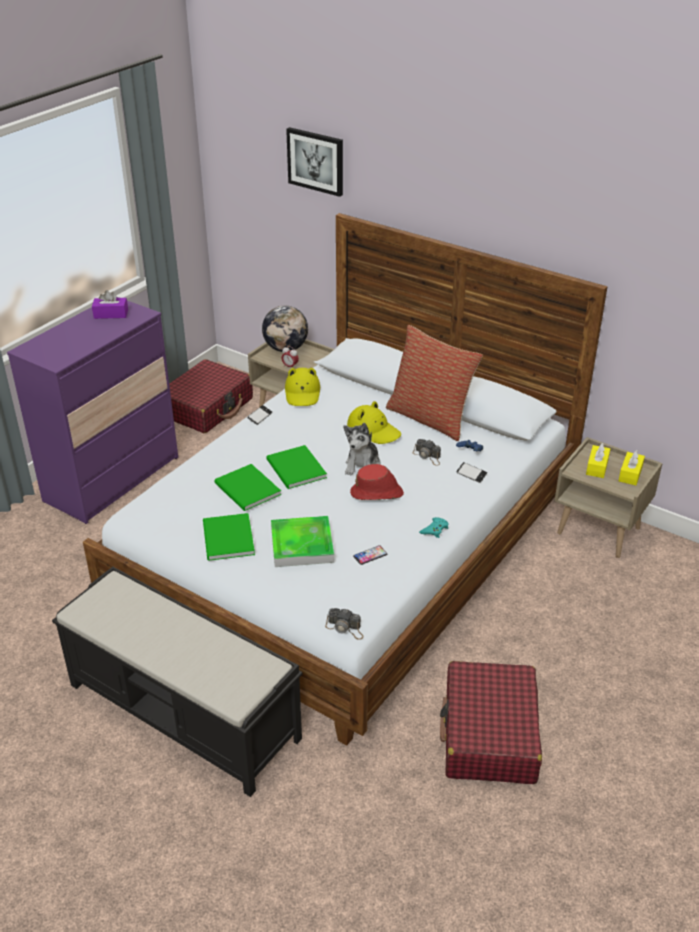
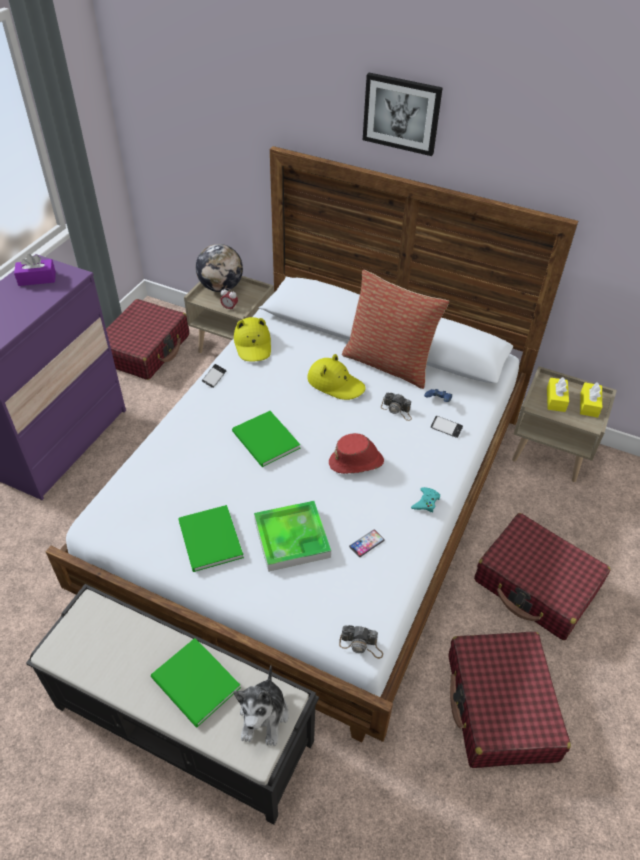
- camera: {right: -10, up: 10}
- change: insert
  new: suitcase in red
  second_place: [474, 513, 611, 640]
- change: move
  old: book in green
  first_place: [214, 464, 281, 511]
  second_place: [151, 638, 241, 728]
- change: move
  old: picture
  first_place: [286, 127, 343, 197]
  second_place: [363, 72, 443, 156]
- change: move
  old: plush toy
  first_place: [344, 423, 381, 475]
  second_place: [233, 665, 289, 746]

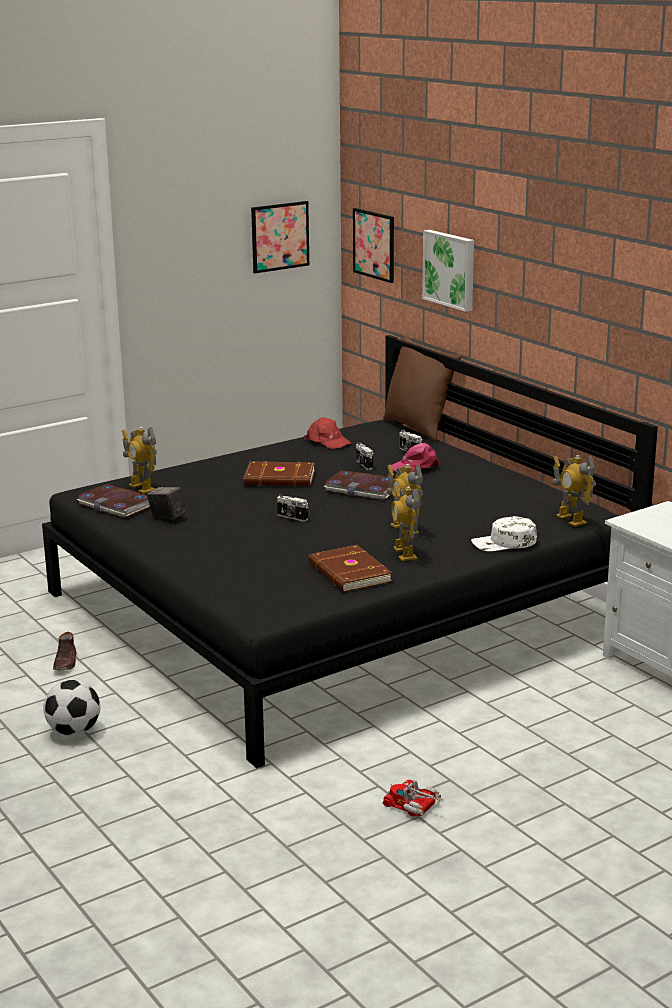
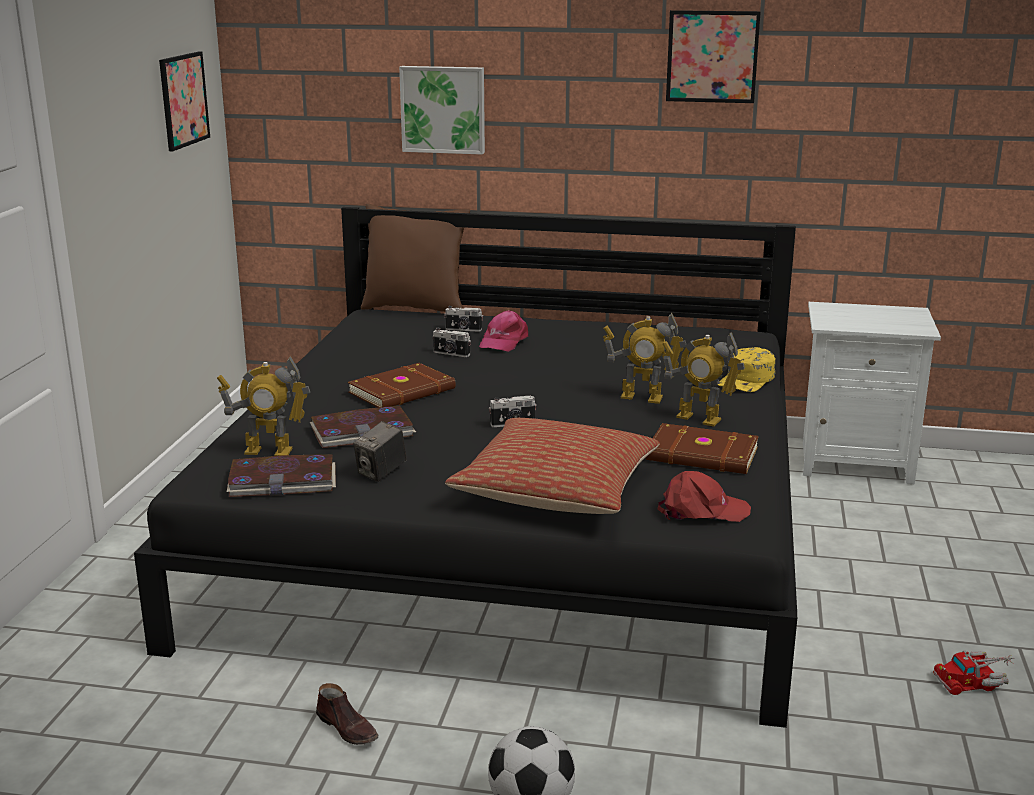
- camera: {right: -45, up: 0}
- change: delete
  old: toy robot
  first_place: [552, 455, 596, 527]
- change: insert
  new: pillow
  second_place: [445, 418, 660, 514]
- change: move
  old: cap in red
  first_place: [304, 417, 351, 449]
  second_place: [658, 471, 751, 522]
- change: move
  old: book
  first_place: [324, 470, 395, 500]
  second_place: [310, 405, 416, 448]
- change: move
  old: picture
  first_place: [353, 208, 394, 283]
  second_place: [666, 10, 761, 103]
- change: recolor
  old: cap in white
  new: cap in yellow
  first_place: [471, 516, 537, 551]
  second_place: [718, 347, 775, 392]
- change: rotate
  old: photo camera
  first_place: [147, 487, 187, 519]
  second_place: [353, 421, 407, 482]
  degrees: -45

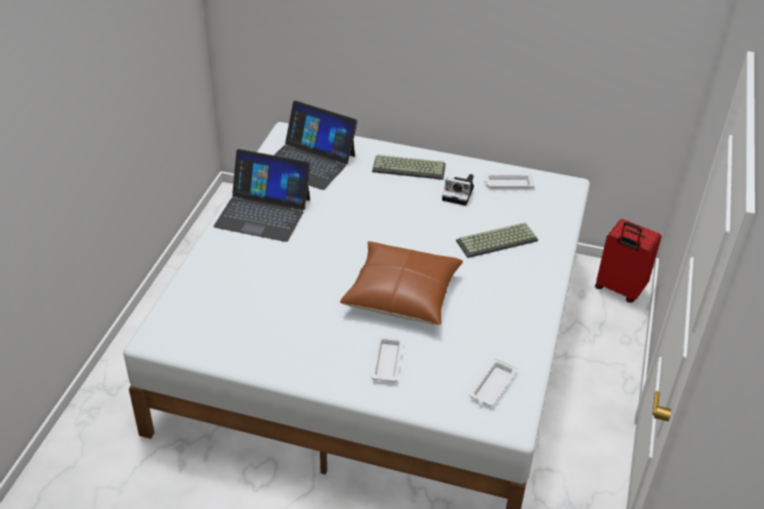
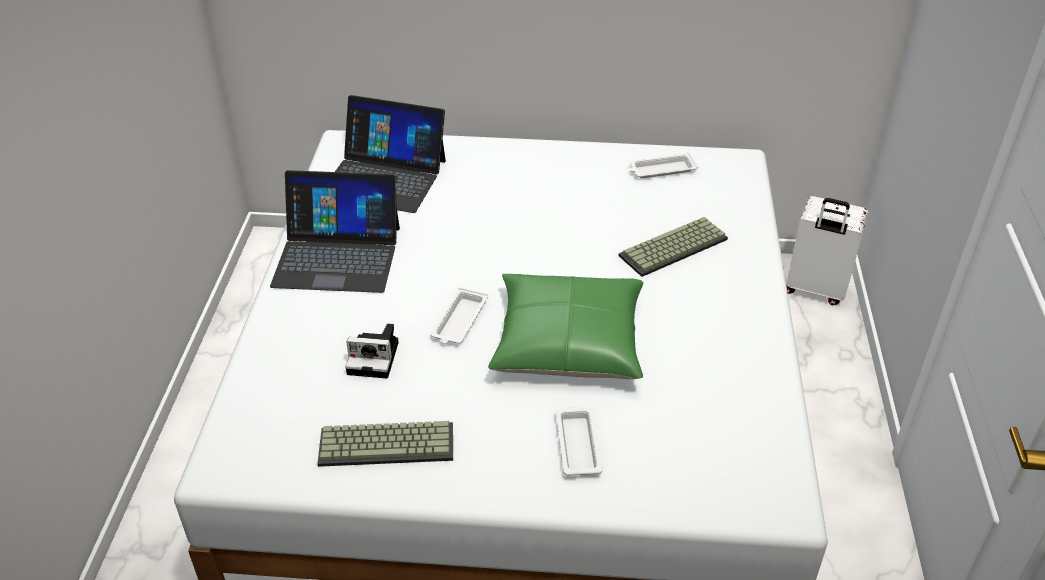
- camera: {right: -10, up: 0}
- change: move
  old: keyboard
  first_place: [372, 155, 446, 180]
  second_place: [317, 421, 453, 467]
- change: move
  old: photo camera
  first_place: [442, 174, 474, 206]
  second_place: [345, 323, 399, 379]
- change: move
  old: tray in white
  first_place: [470, 358, 517, 406]
  second_place: [431, 287, 488, 344]
- change: recolor
  old: pillow in brown
  new: pillow in green
  first_place: [340, 241, 463, 325]
  second_place: [488, 274, 643, 379]
- change: recolor
  old: suitcase in red
  new: suitcase in white
  first_place: [595, 219, 661, 303]
  second_place: [786, 196, 868, 305]

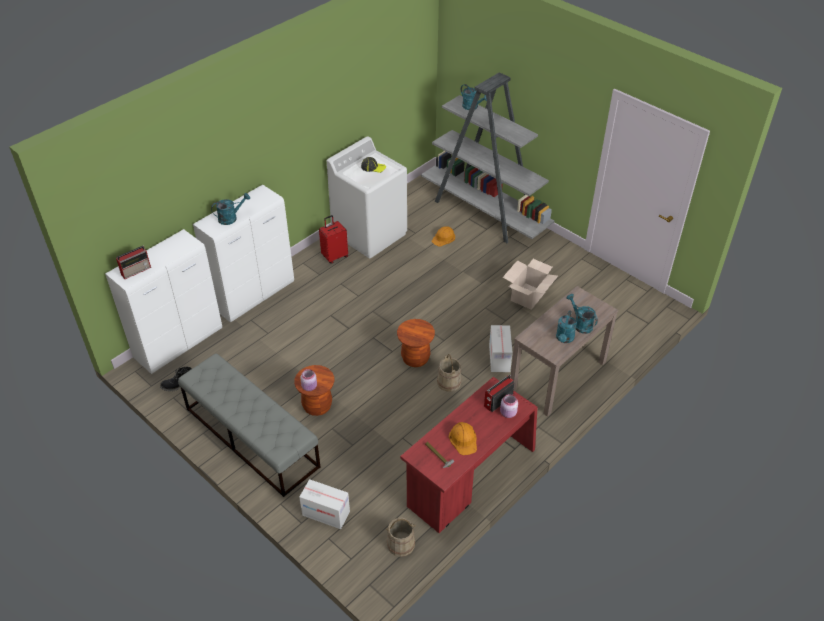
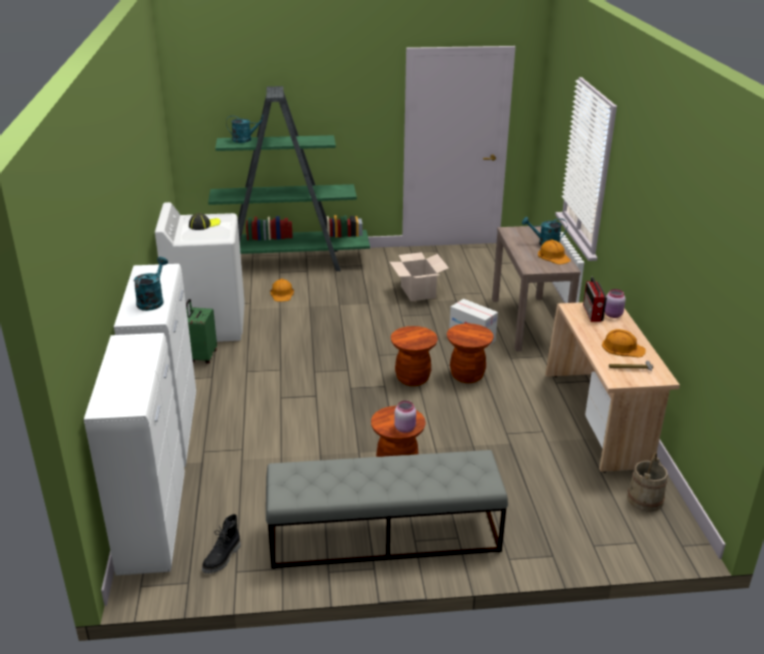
- camera: {right: -50, up: -15}
- change: delete
  old: radio
  first_place: [116, 246, 151, 279]
- change: delete
  old: cardboard box
  first_place: [299, 479, 350, 529]
- change: replace
  old: bucket in beige
  new: stool in brown
  first_place: [437, 354, 461, 392]
  second_place: [447, 323, 494, 383]
- change: replace
  old: watering can in turquoise
  new: hard hat in orange
  first_place: [556, 310, 577, 343]
  second_place: [538, 239, 571, 265]
- change: recolor
  old: suitcase in red
  new: suitcase in green
  first_place: [319, 215, 348, 264]
  second_place: [186, 299, 217, 363]
- change: recolor
  old: desk in red
  new: desk in beige
  first_place: [400, 377, 538, 533]
  second_place: [545, 302, 680, 473]
- change: recolor
  old: bookcase in grey
  new: bookcase in green
  first_place: [421, 72, 554, 243]
  second_place: [208, 86, 370, 271]

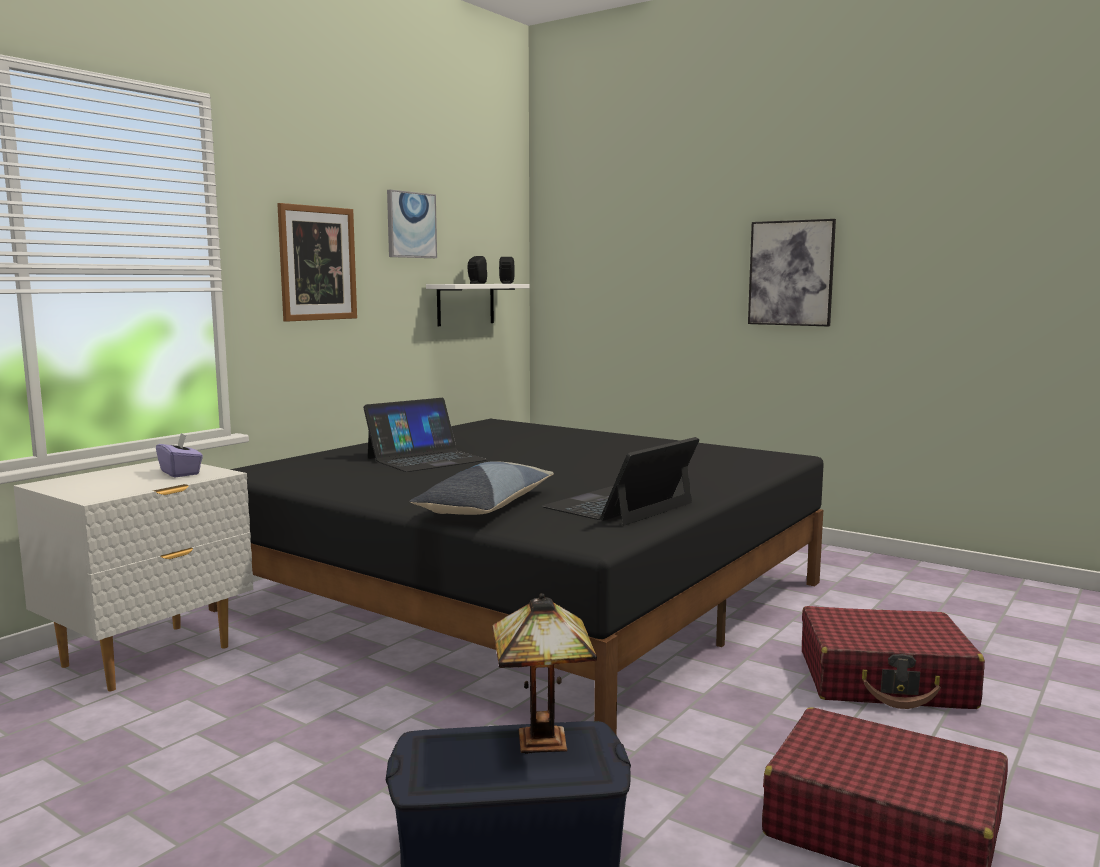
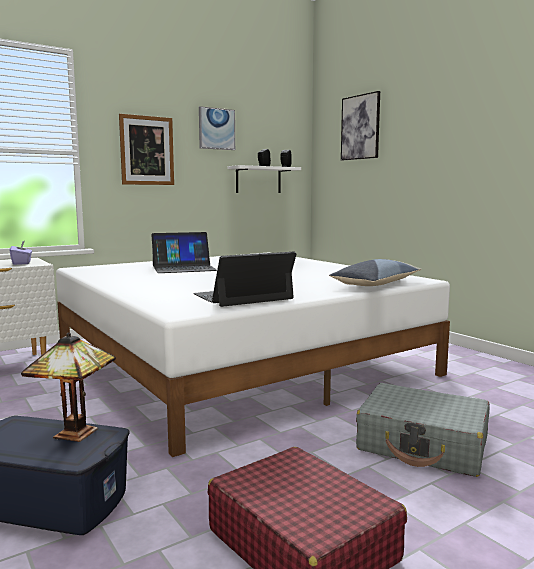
- camera: {right: 20, up: 0}
- change: move
  old: pillow
  first_place: [410, 461, 554, 515]
  second_place: [329, 259, 421, 286]
- change: move
  old: picture
  first_place: [748, 219, 836, 326]
  second_place: [341, 91, 380, 160]
- change: recolor
  old: bed in black
  new: bed in white
  first_place: [209, 419, 824, 736]
  second_place: [56, 252, 450, 457]
- change: recolor
  old: suitcase in red
  new: suitcase in grey
  first_place: [802, 606, 985, 709]
  second_place: [356, 383, 490, 477]

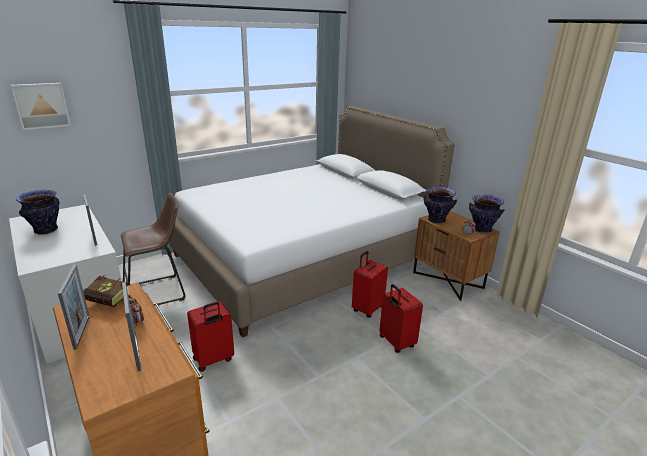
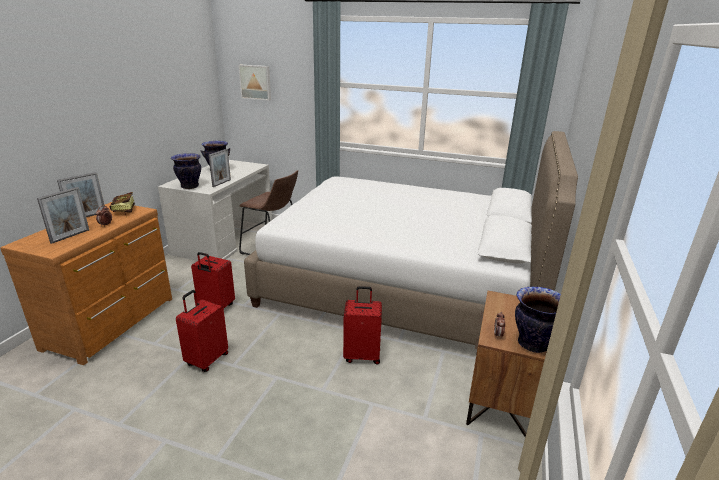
- camera: {right: 55, up: 0}
- change: move
  old: suitcase in red
  first_place: [379, 284, 423, 353]
  second_place: [176, 290, 228, 372]
- change: move
  old: vase
  first_place: [424, 187, 457, 224]
  second_place: [171, 153, 201, 189]

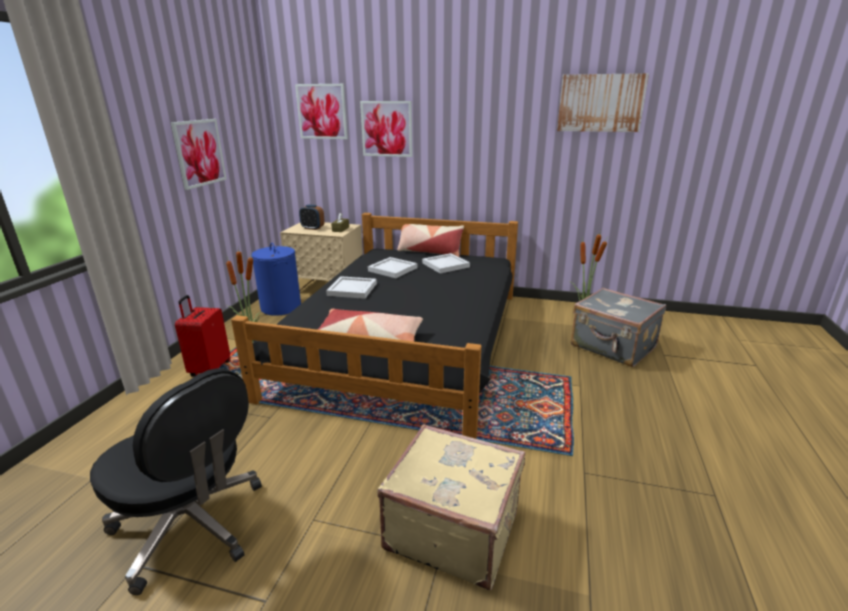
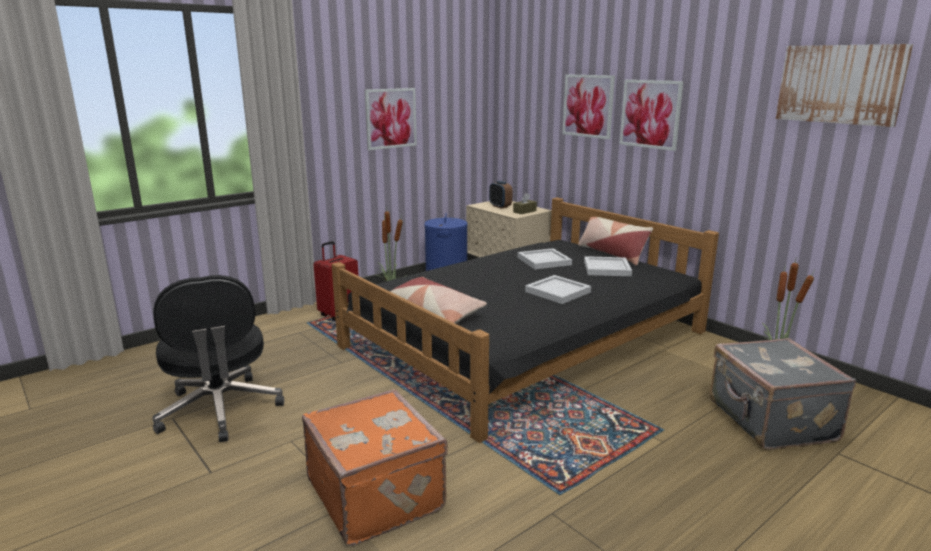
- camera: {right: 35, up: -5}
- change: move
  old: picture
  first_place: [295, 84, 348, 139]
  second_place: [620, 80, 684, 151]
- change: move
  old: tray in white
  first_place: [326, 276, 377, 299]
  second_place: [525, 275, 591, 304]
- change: recolor
  old: suitcase in beige
  new: suitcase in orange
  first_place: [377, 424, 525, 590]
  second_place: [302, 389, 448, 546]

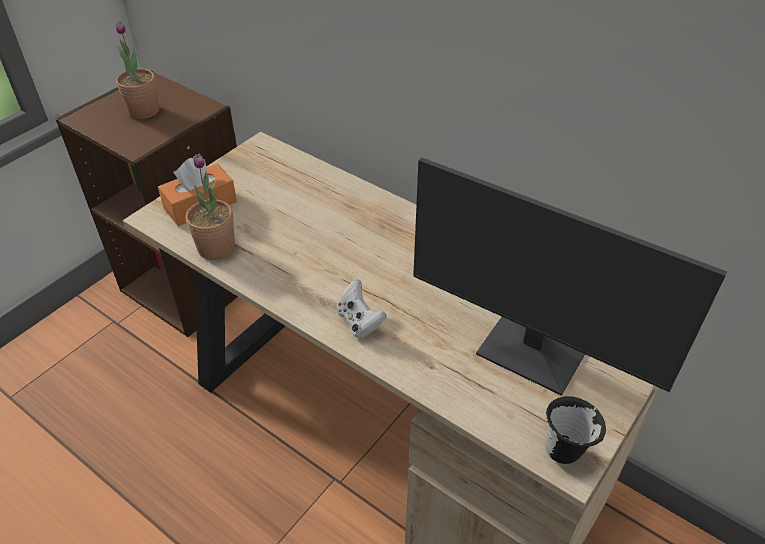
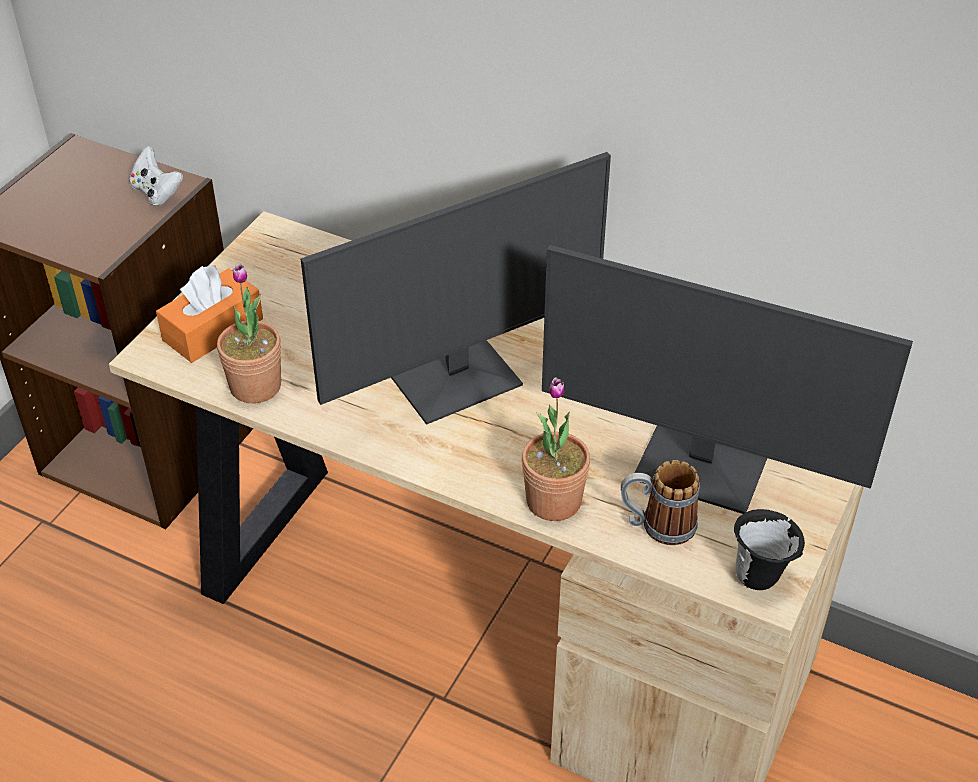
- camera: {right: -10, up: 0}
- change: insert
  new: monitor
  second_place: [301, 152, 611, 425]
- change: insert
  new: mug
  second_place: [621, 460, 700, 545]
- change: move
  old: potted plant
  first_place: [116, 21, 159, 119]
  second_place: [522, 378, 590, 521]
- change: move
  old: game controller in white
  first_place: [336, 279, 386, 338]
  second_place: [130, 146, 183, 206]

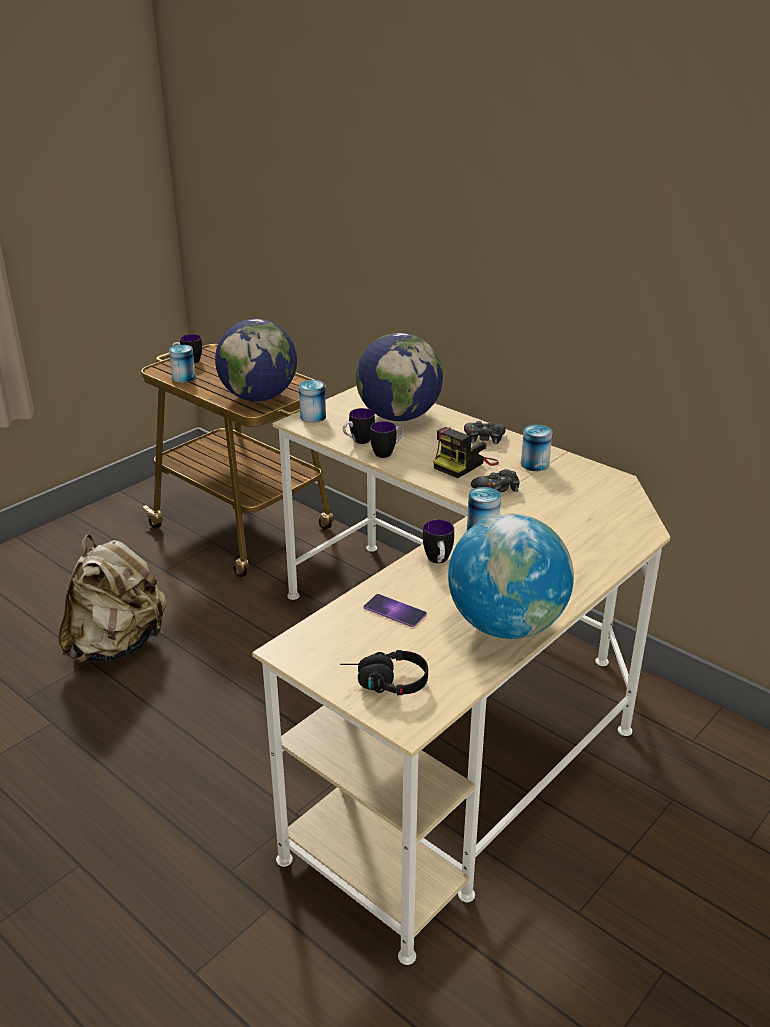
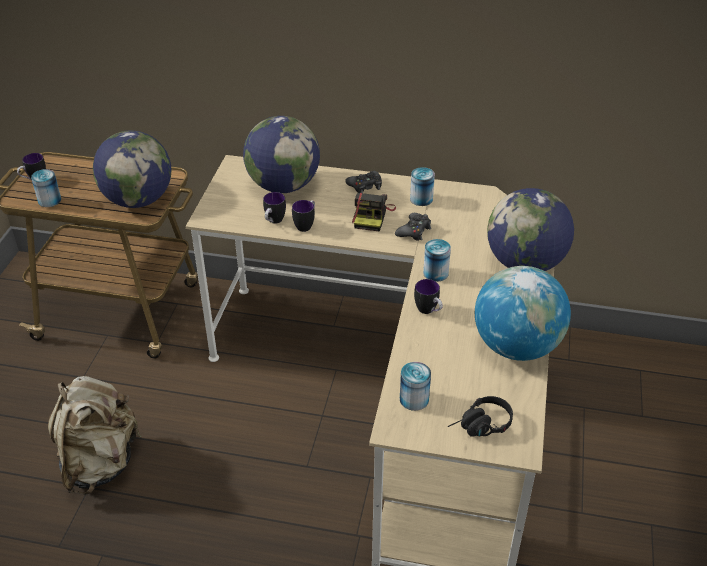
- camera: {right: -30, up: 10}
- change: delete
  old: phone
  first_place: [364, 594, 427, 627]
- change: insert
  new: globe
  second_place: [487, 188, 574, 271]
- change: move
  old: can
  first_place: [299, 380, 326, 423]
  second_place: [400, 362, 431, 411]

